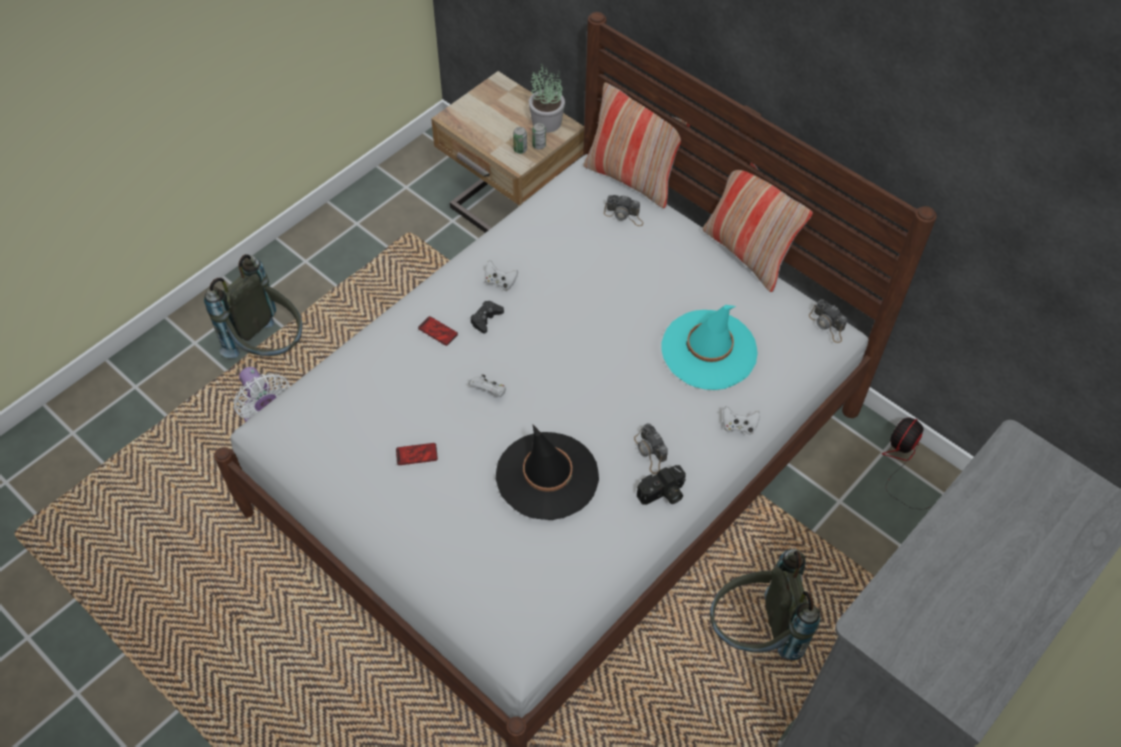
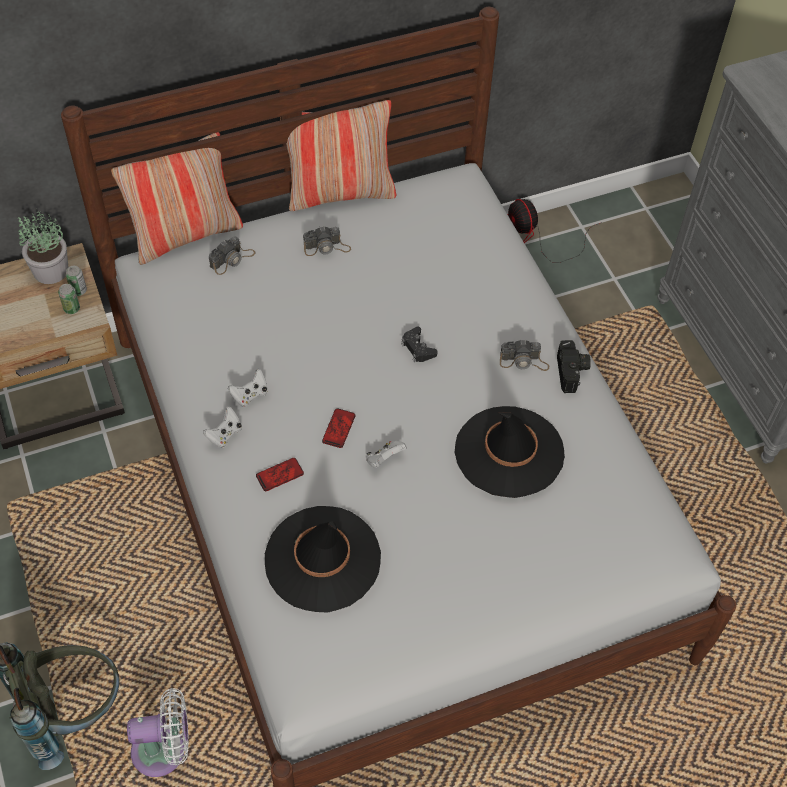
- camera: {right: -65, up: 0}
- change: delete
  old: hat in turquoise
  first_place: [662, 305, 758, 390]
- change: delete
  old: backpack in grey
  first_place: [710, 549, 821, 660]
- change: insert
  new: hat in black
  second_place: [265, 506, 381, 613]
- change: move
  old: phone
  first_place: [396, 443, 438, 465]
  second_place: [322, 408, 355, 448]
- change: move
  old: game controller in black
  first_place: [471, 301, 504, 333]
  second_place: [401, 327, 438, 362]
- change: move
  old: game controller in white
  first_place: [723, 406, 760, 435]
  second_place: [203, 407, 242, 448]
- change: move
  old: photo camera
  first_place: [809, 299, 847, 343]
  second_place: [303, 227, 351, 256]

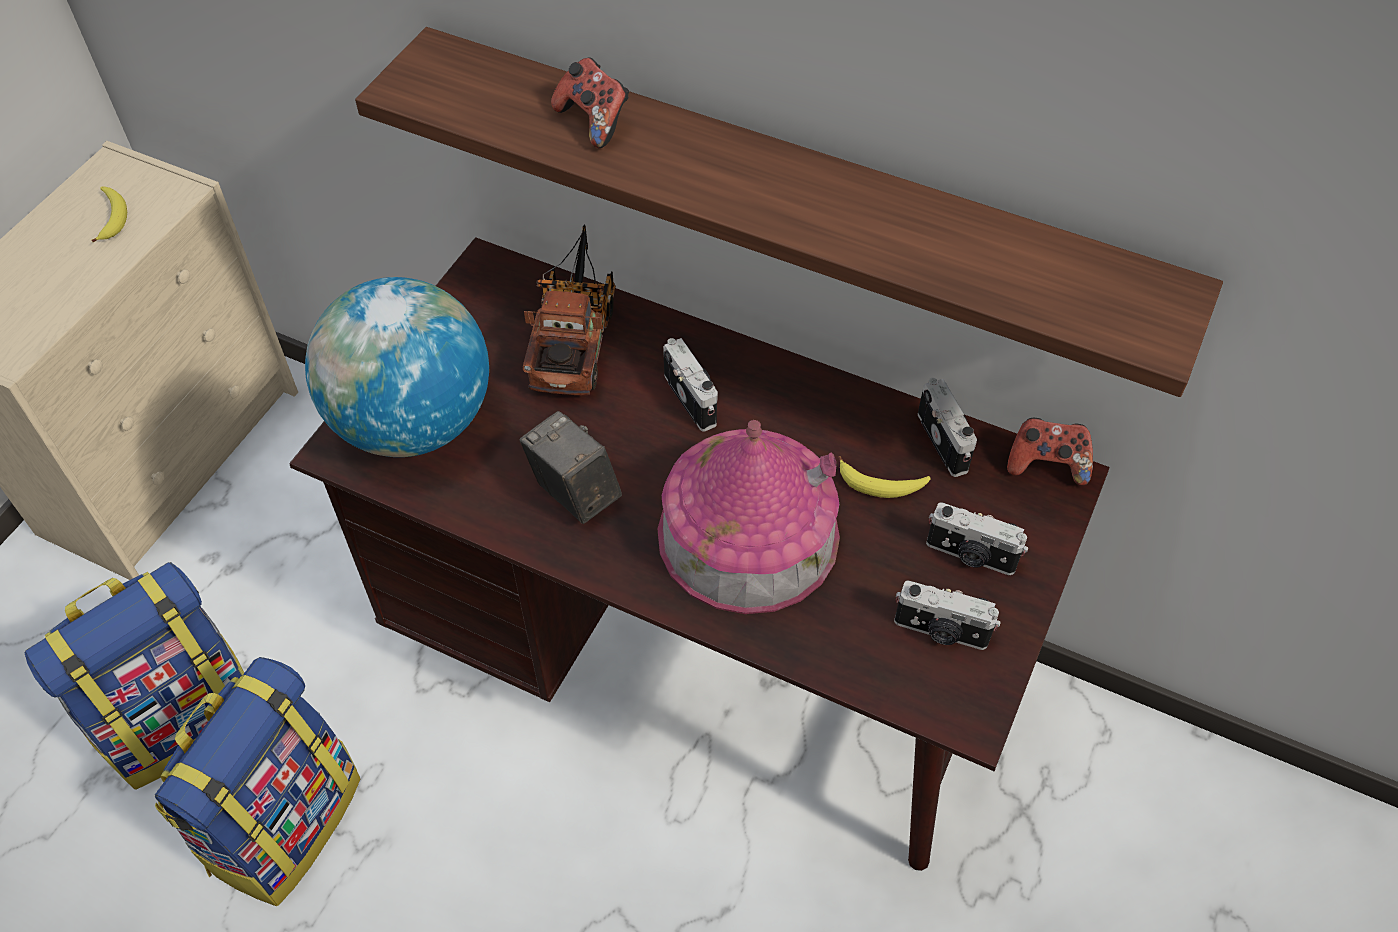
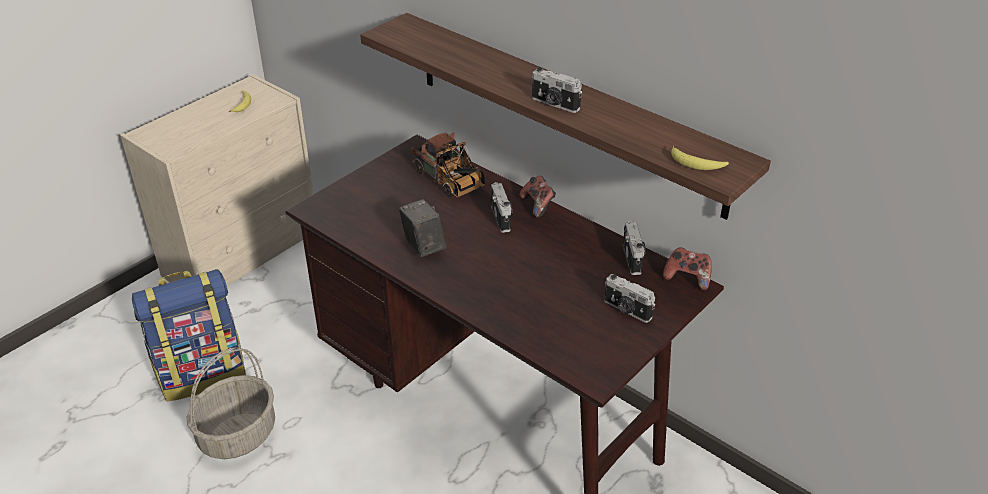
- camera: {right: 15, up: -15}
- change: delete
  old: globe
  first_place: [305, 277, 489, 457]
- change: delete
  old: toy house
  first_place: [658, 420, 840, 614]
- change: move
  old: game controller
  first_place: [551, 57, 629, 148]
  second_place: [520, 176, 556, 218]
- change: move
  old: banana
  first_place: [838, 456, 930, 498]
  second_place: [671, 145, 729, 170]
- change: move
  old: photo camera
  first_place: [894, 580, 1001, 650]
  second_place: [532, 67, 582, 113]
- change: replace
  old: backpack
  new: basket
  first_place: [155, 657, 360, 906]
  second_place: [186, 347, 275, 459]
- change: rotate
  old: toy truck
  first_place: [523, 225, 616, 395]
  second_place: [411, 133, 485, 197]
  degrees: 120

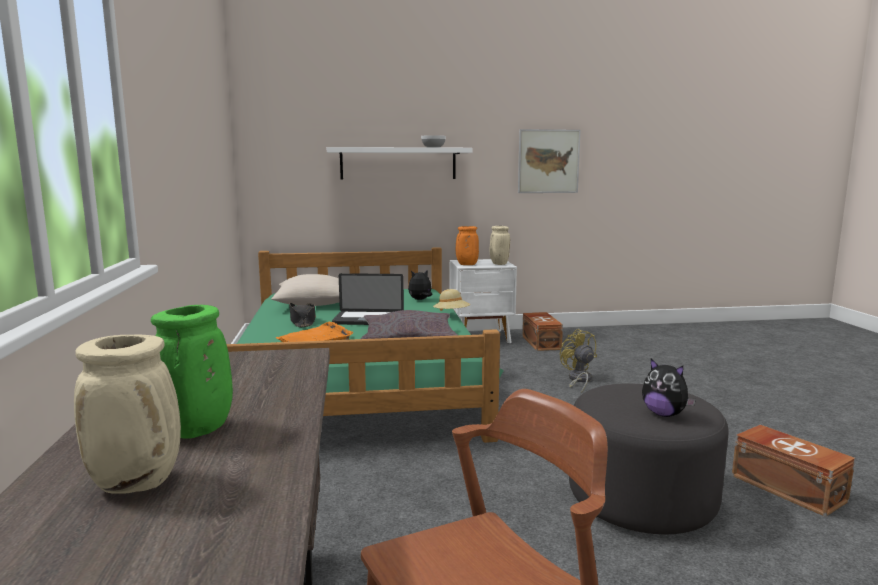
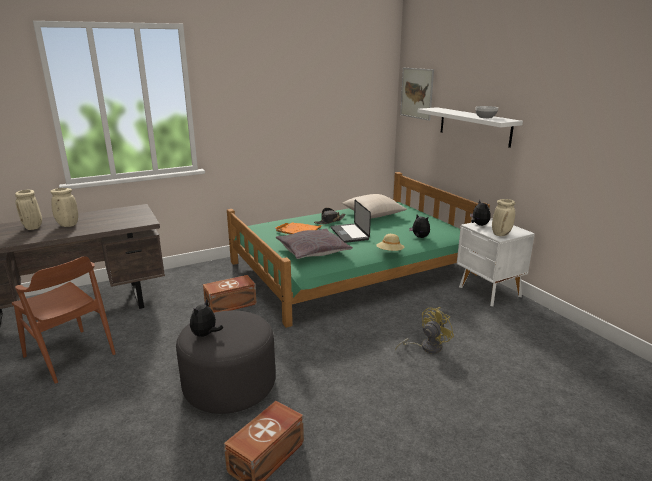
- camera: {right: 70, up: 10}
- change: move
  old: picture
  first_place: [518, 129, 581, 193]
  second_place: [400, 68, 434, 121]
- change: move
  old: storage box in brown
  first_place: [522, 312, 563, 351]
  second_place: [203, 275, 257, 313]
- change: replace
  old: vase in orange
  new: plush toy
  first_place: [456, 226, 479, 265]
  second_place: [470, 200, 490, 226]
- change: recolor
  old: vase in green
  new: vase in beige
  first_place: [151, 305, 233, 439]
  second_place: [50, 188, 78, 227]

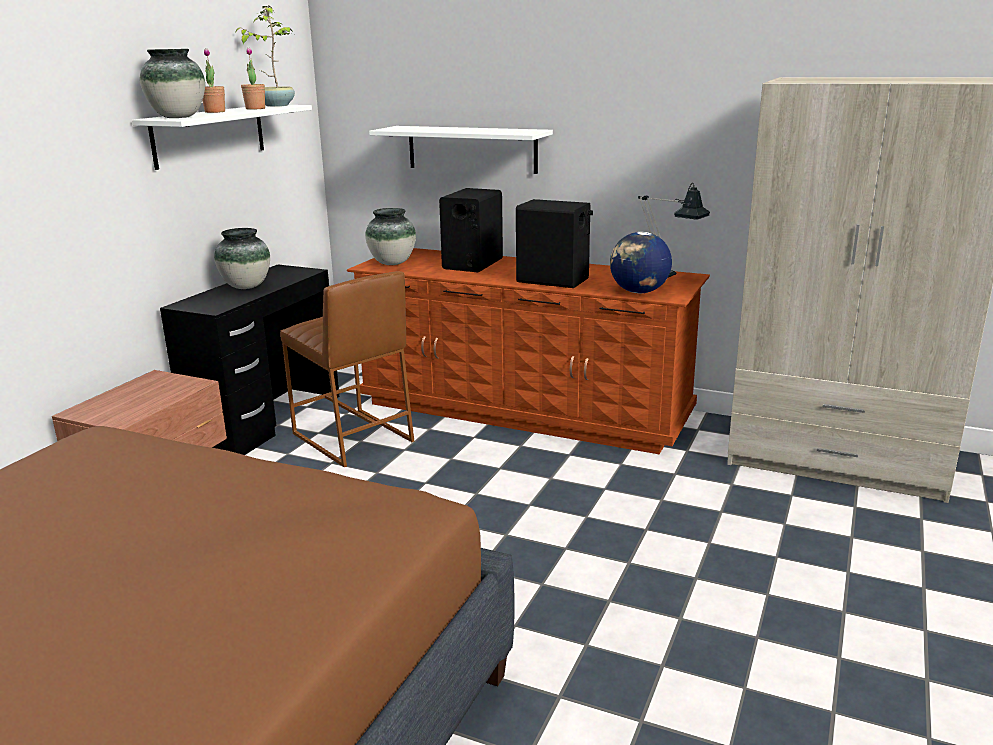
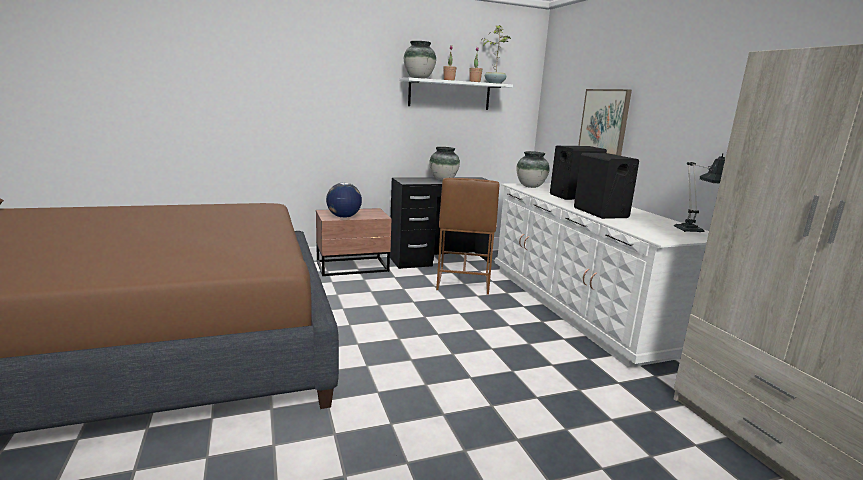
- camera: {right: 45, up: -5}
- change: move
  old: globe
  first_place: [610, 232, 672, 293]
  second_place: [326, 183, 362, 218]
- change: replace
  old: shelf in white
  new: picture
  first_place: [369, 126, 553, 174]
  second_place: [578, 89, 632, 156]
- change: recolor
  old: dresser in brown
  new: dresser in white
  first_place: [347, 248, 710, 454]
  second_place: [495, 183, 709, 368]

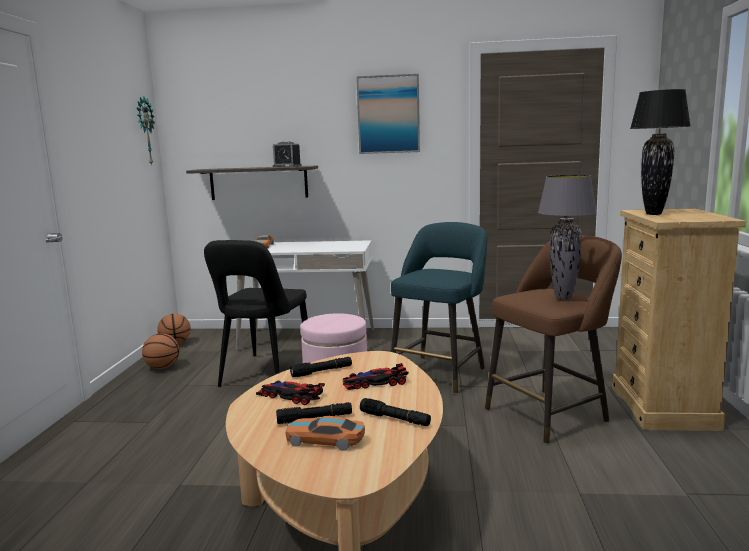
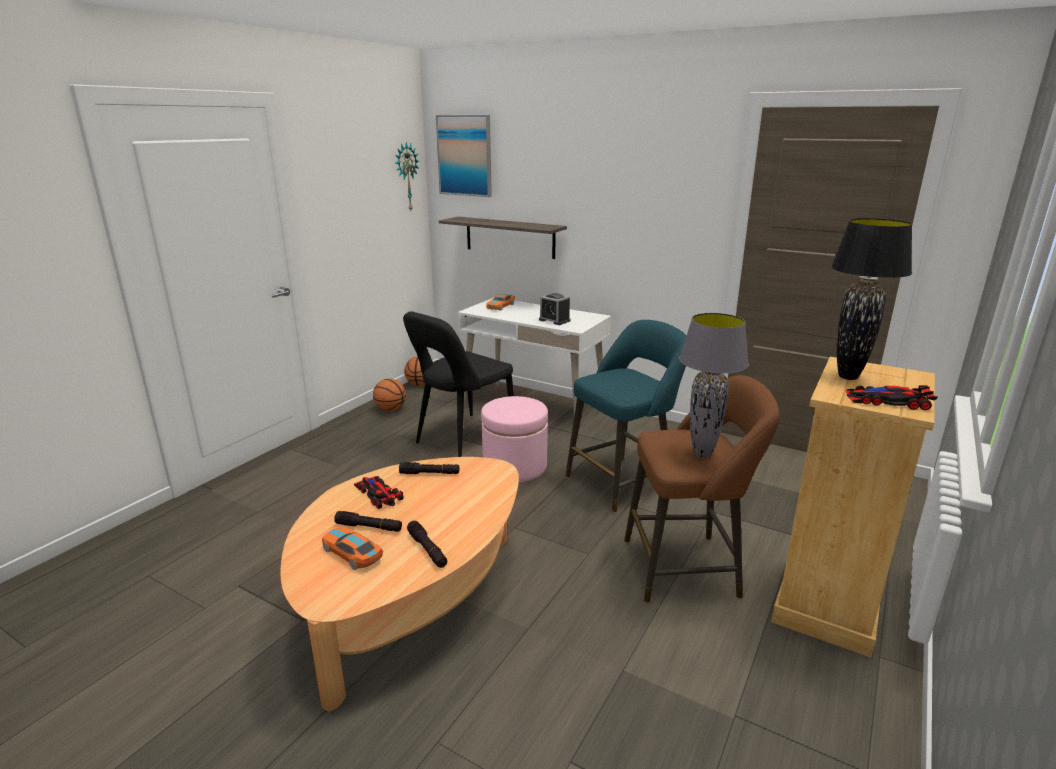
- camera: {right: 25, up: 10}
- change: move
  old: alarm clock
  first_place: [273, 141, 302, 167]
  second_place: [539, 293, 571, 325]
- change: move
  old: toy car
  first_place: [343, 363, 409, 390]
  second_place: [846, 385, 938, 410]
- change: move
  old: picture
  first_place: [356, 74, 420, 154]
  second_place: [436, 115, 492, 197]

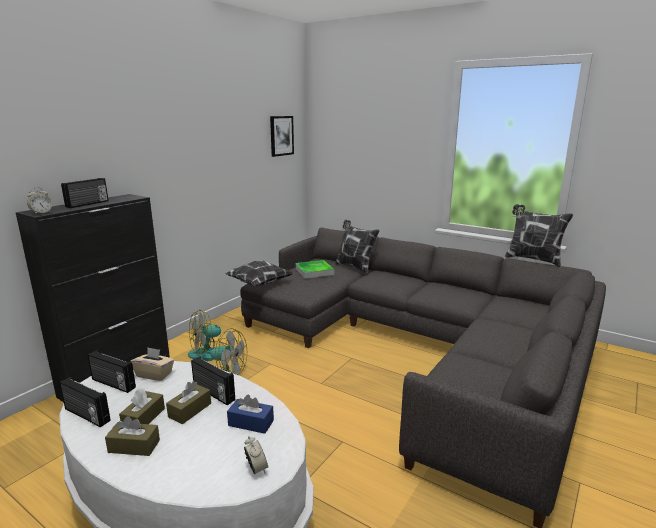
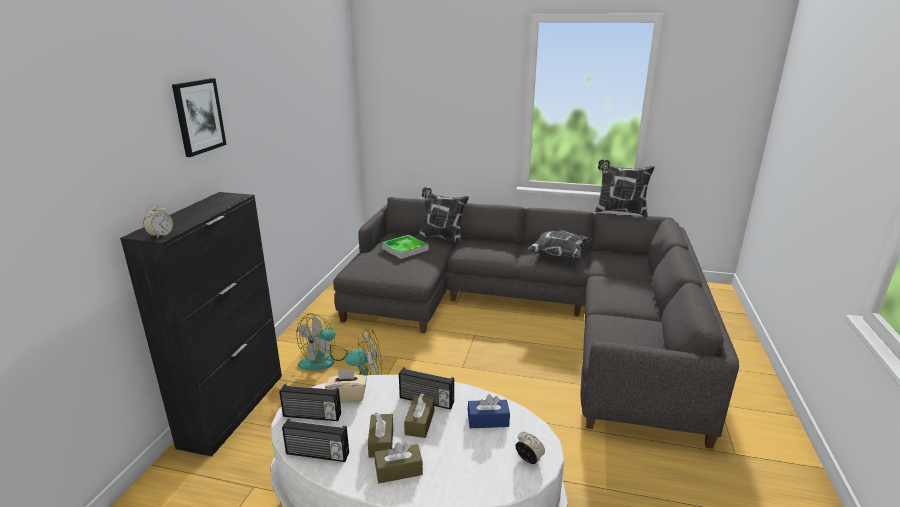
- camera: {right: -20, up: 5}
- change: delete
  old: radio
  first_place: [61, 178, 109, 208]
- change: move
  old: pillow
  first_place: [225, 261, 293, 286]
  second_place: [527, 231, 592, 259]
- change: move
  old: picture
  first_place: [270, 116, 294, 157]
  second_place: [172, 78, 226, 157]

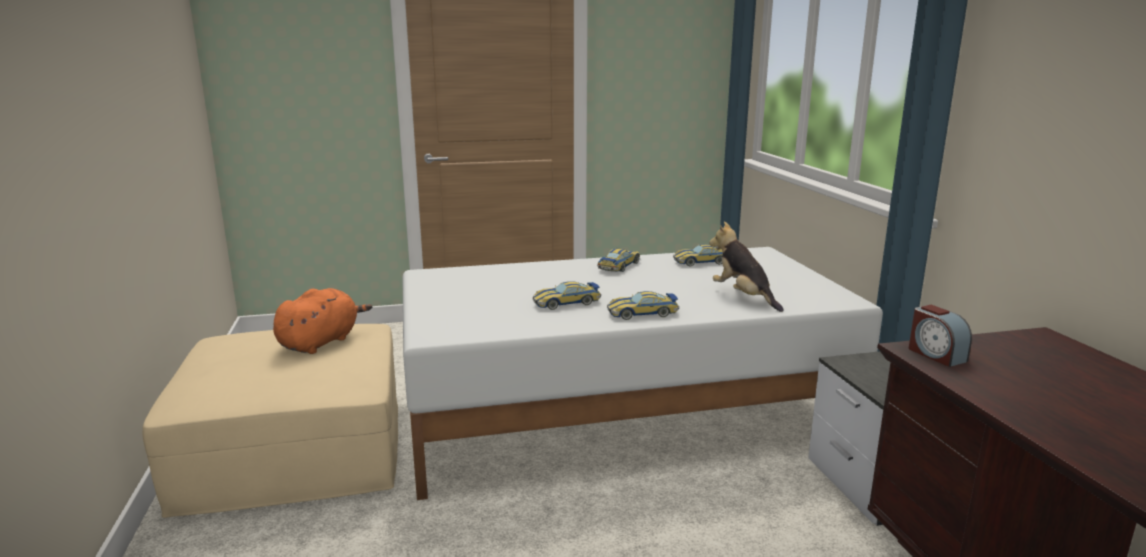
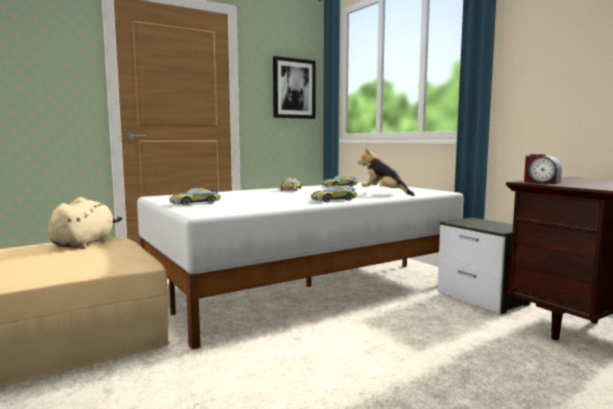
- camera: {right: -20, up: -10}
- change: insert
  new: picture
  second_place: [273, 56, 316, 119]
- change: move
  old: toy car
  first_place: [533, 281, 601, 310]
  second_place: [169, 188, 221, 206]
- change: recolor
  old: plush toy in orange
  new: plush toy in beige
  first_place: [273, 288, 372, 354]
  second_place: [48, 197, 122, 249]

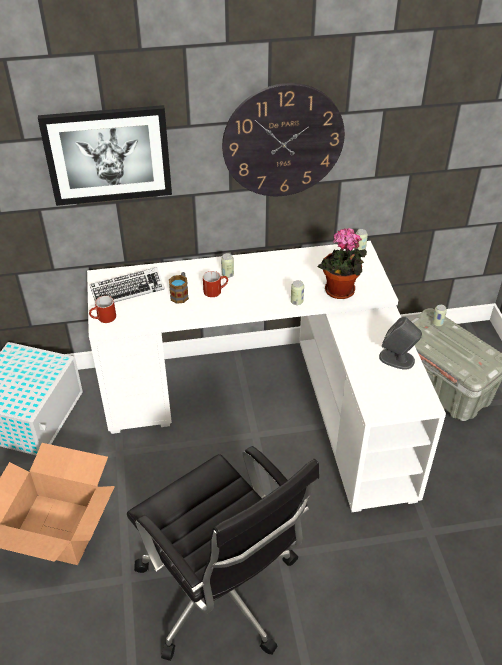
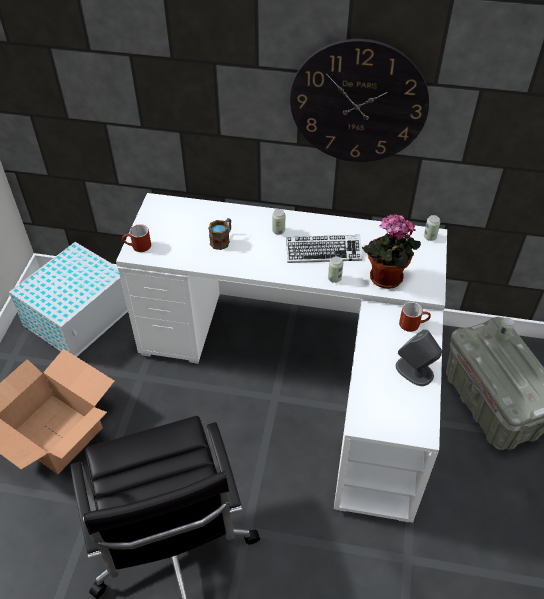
- camera: {right: 20, up: 5}
- change: delete
  old: picture
  first_place: [38, 105, 172, 206]
- change: move
  old: keyboard
  first_place: [90, 267, 165, 303]
  second_place: [286, 235, 362, 263]
- change: move
  old: mug in red
  first_place: [203, 271, 228, 297]
  second_place: [399, 302, 431, 332]

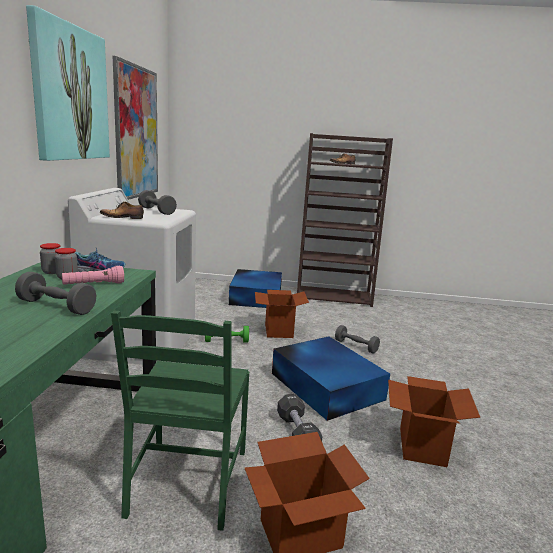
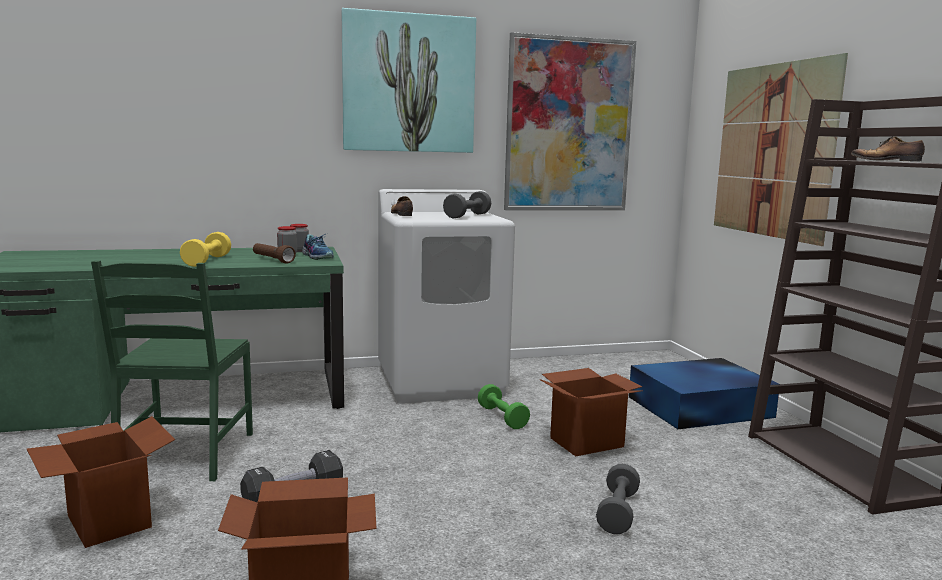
- camera: {right: 70, up: -5}
- change: delete
  old: storage box in blue
  first_place: [272, 336, 390, 421]
- change: insert
  new: picture
  second_place: [714, 53, 848, 246]
- change: recolor
  old: dumbbell in grey
  new: dumbbell in yellow
  first_place: [15, 272, 96, 315]
  second_place: [180, 232, 231, 267]
- change: recolor
  old: flashlight in pink
  new: flashlight in brown
  first_place: [62, 266, 124, 285]
  second_place: [253, 243, 296, 264]
- change: rotate
  old: chair in green
  first_place: [111, 310, 249, 531]
  second_place: [91, 261, 253, 481]
  degrees: -75

